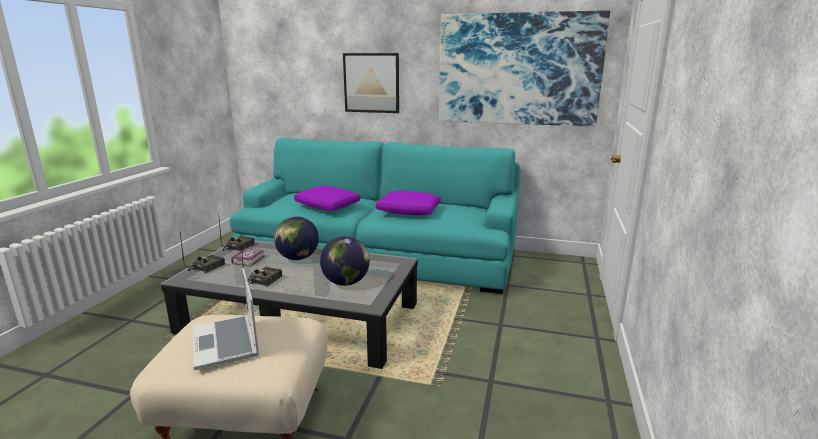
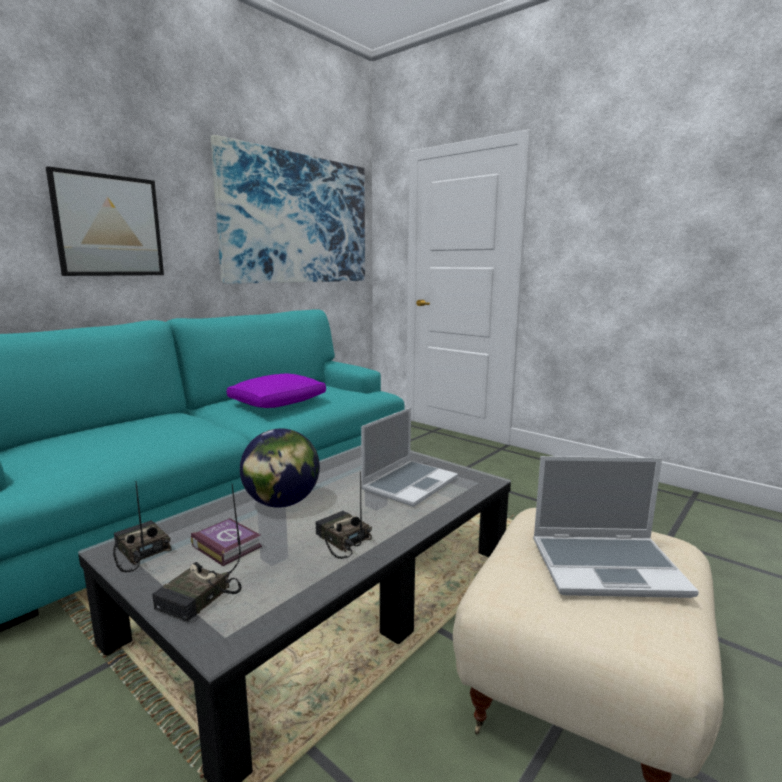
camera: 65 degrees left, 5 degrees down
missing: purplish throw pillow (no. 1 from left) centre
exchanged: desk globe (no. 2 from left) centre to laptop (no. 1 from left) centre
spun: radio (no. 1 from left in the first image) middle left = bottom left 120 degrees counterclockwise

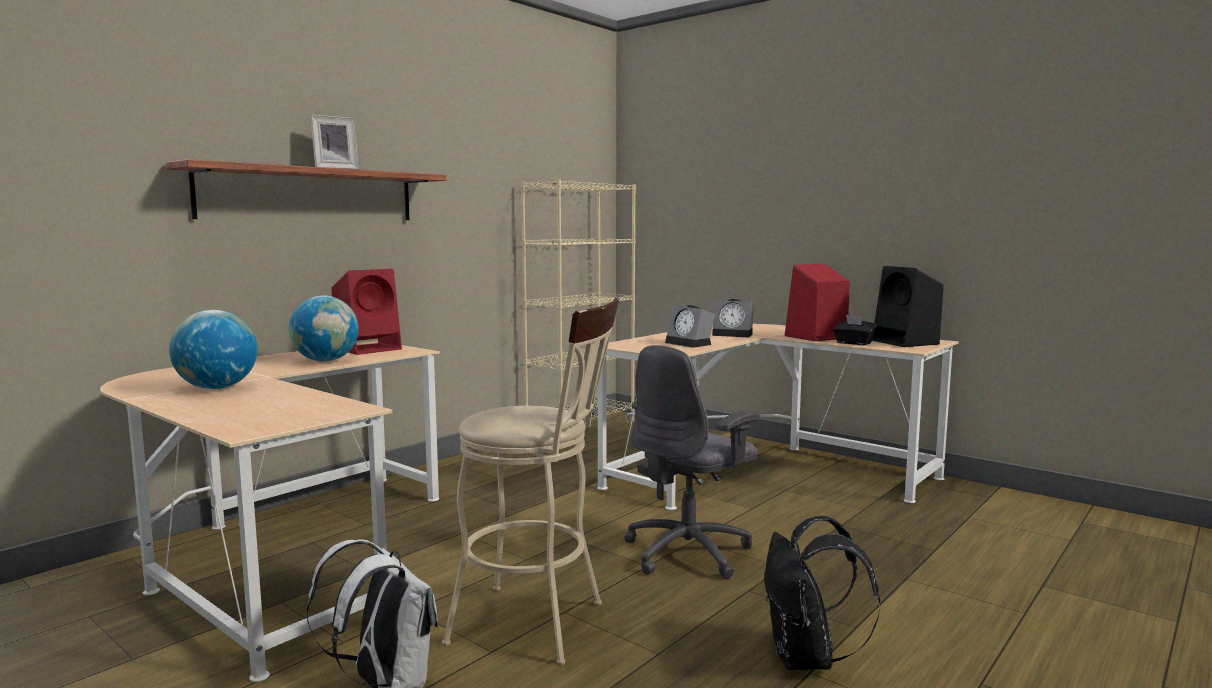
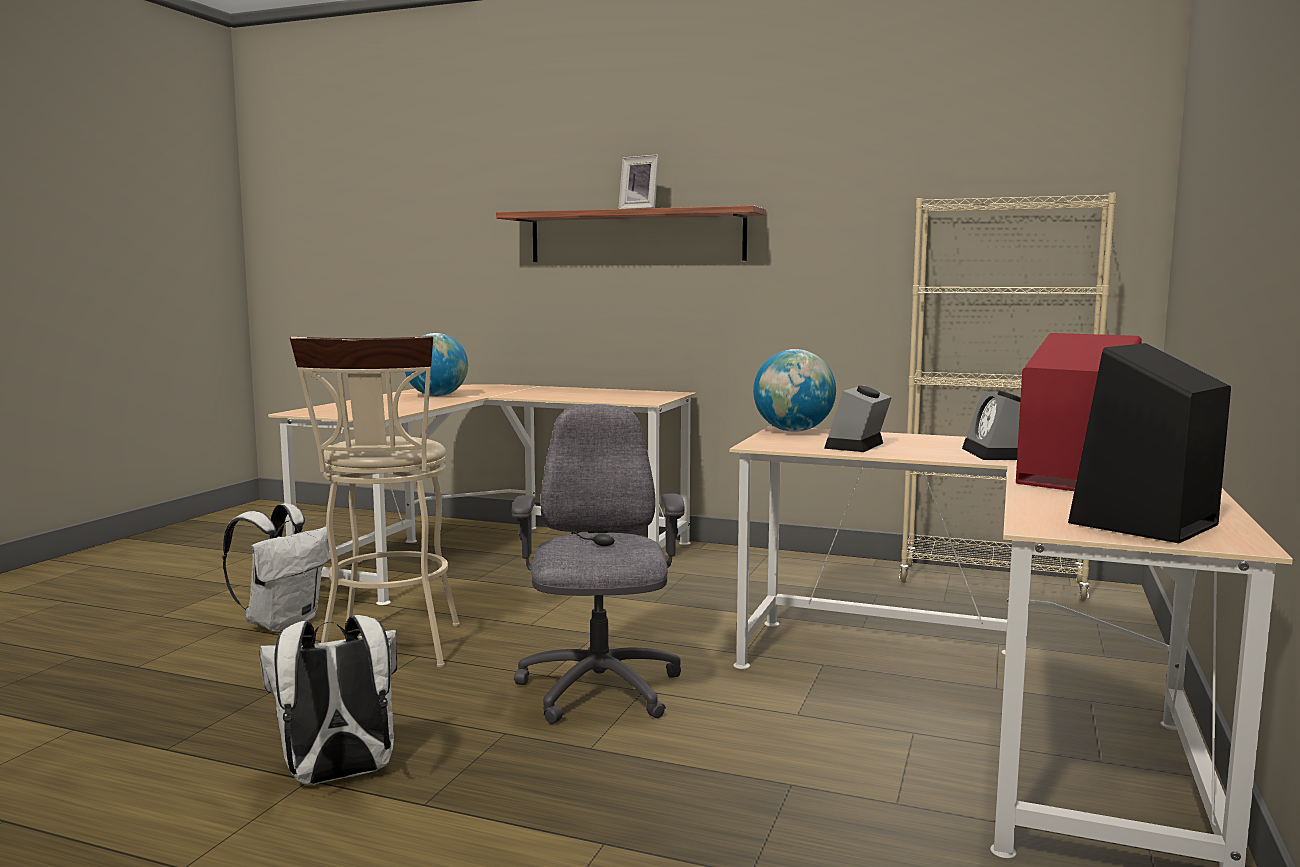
camera: 70 degrees right, 0 degrees up
missing: reddish loudspeaker (no. 1 from left) middle left; blackish box of tissues middle right
relocated: desk globe (no. 2 from left) middle left to centre
colour: blackish backpack bottom right to white backpack (no. 2 from left) bottom left
spun: gray office chair bottom centre = centre 60 degrees clockwise

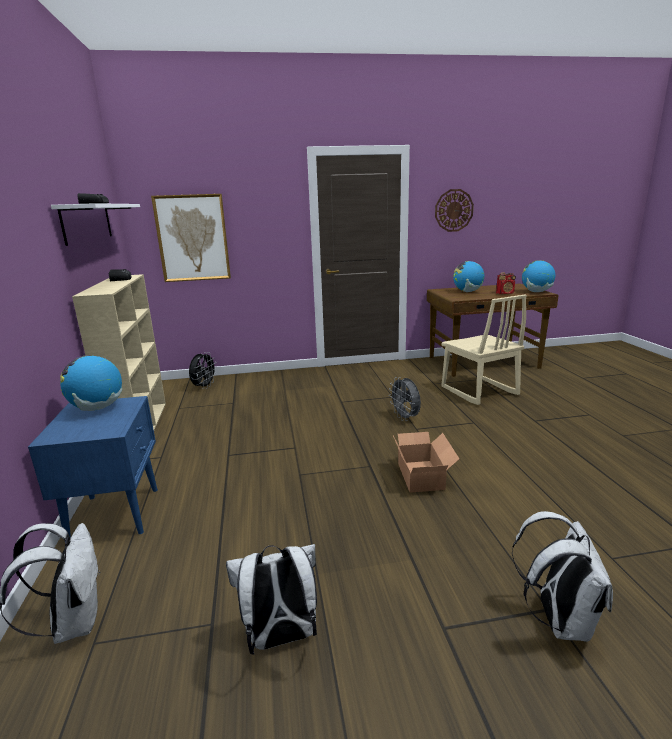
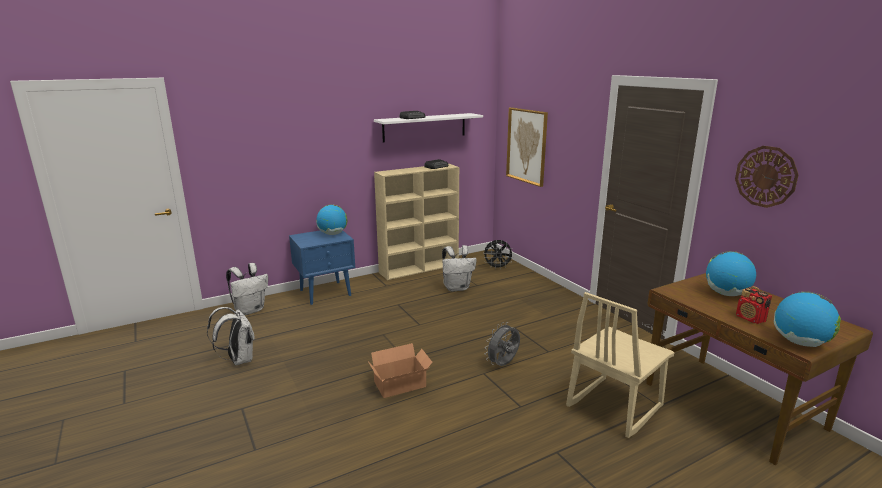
camera: 70 degrees right, 0 degrees up
relocated: white backpack (no. 3 from left) bottom right to centre

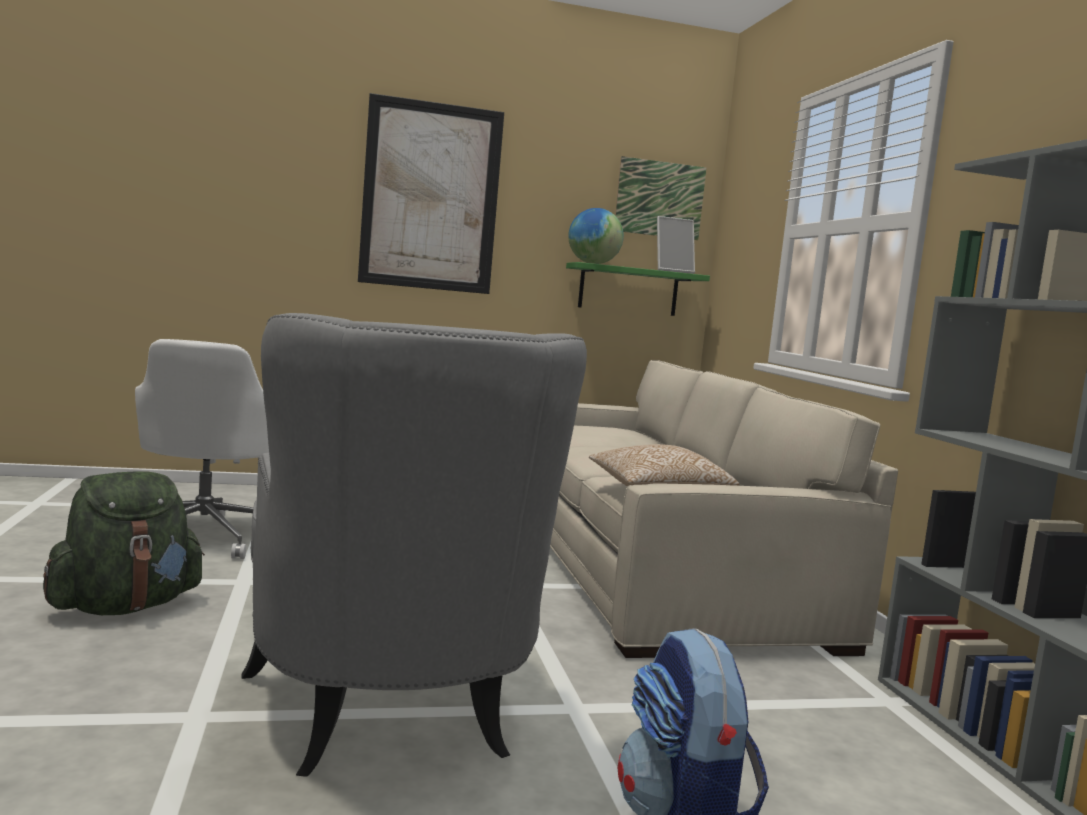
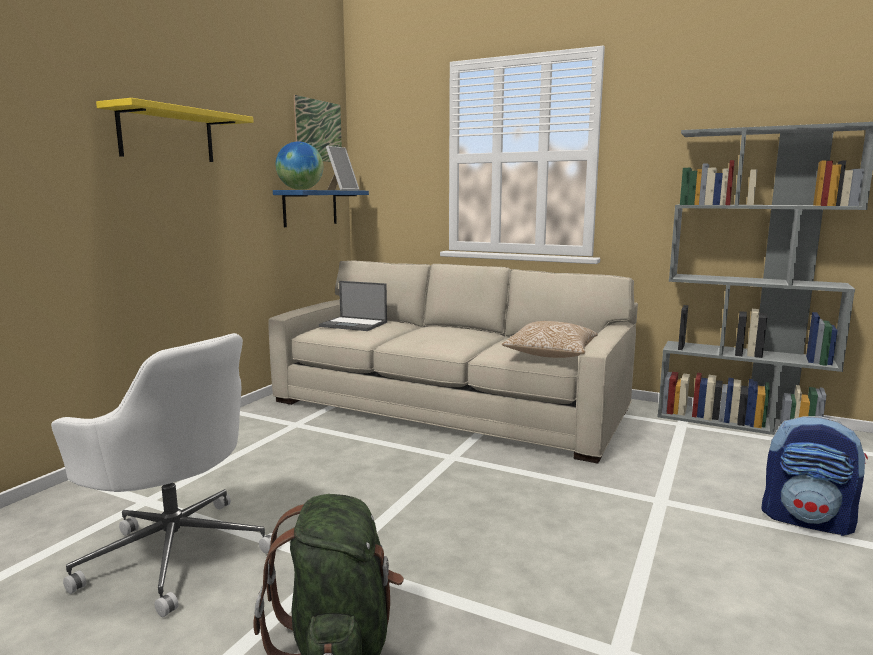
camera: 50 degrees left, 5 degrees up
missing: gray easy chair bottom centre
appeared: laptop centre
exchanged: wall picture (no. 1 from left) top centre to yellow bracket shelf top left
colour: green bracket shelf centre to bluish bracket shelf top centre

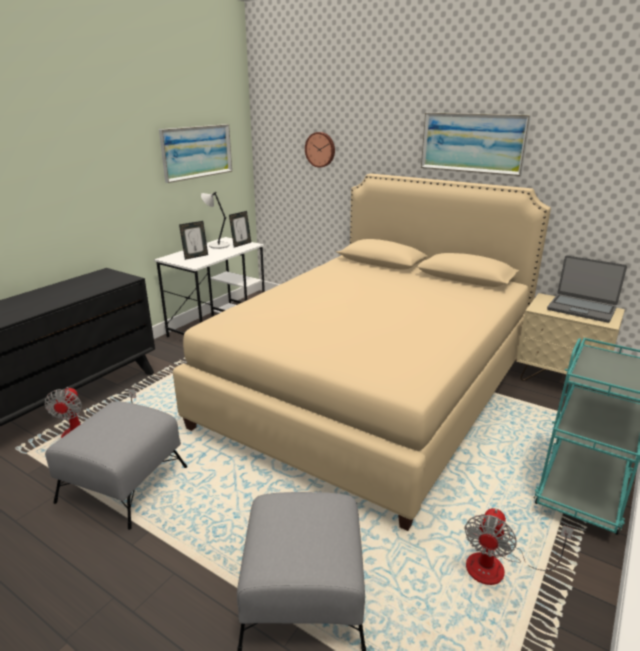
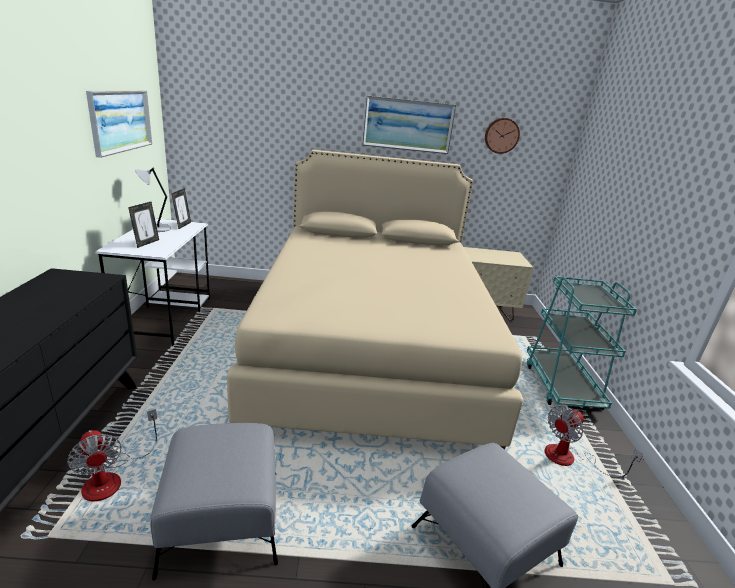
camera: 35 degrees left, 0 degrees up
missing: laptop middle right
relocated: wall clock top centre to top right
spun: cooling fan (no. 2 from left) bottom right = bottom right 60 degrees clockwise

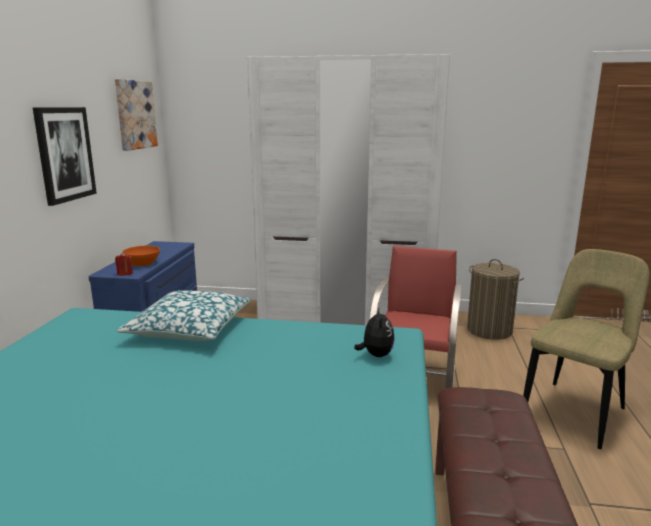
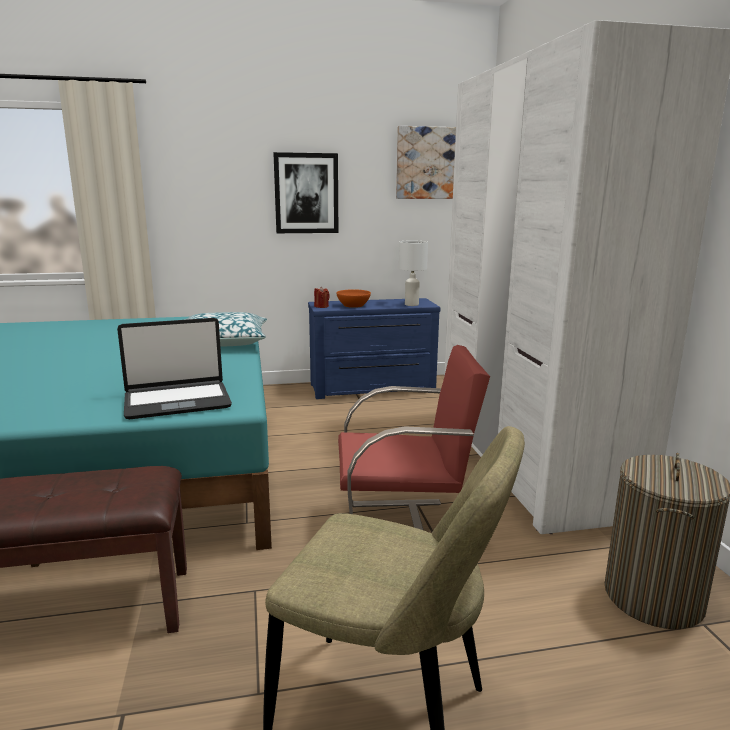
camera: 70 degrees right, 0 degrees up
appeared: white tabletop lamp centre
exchanged: soft toy centre to laptop middle left

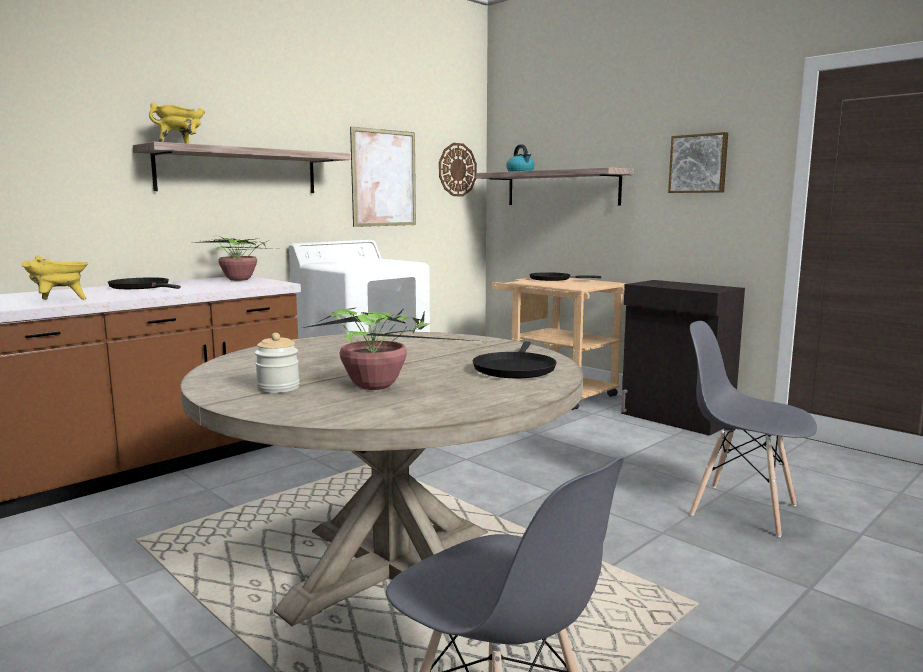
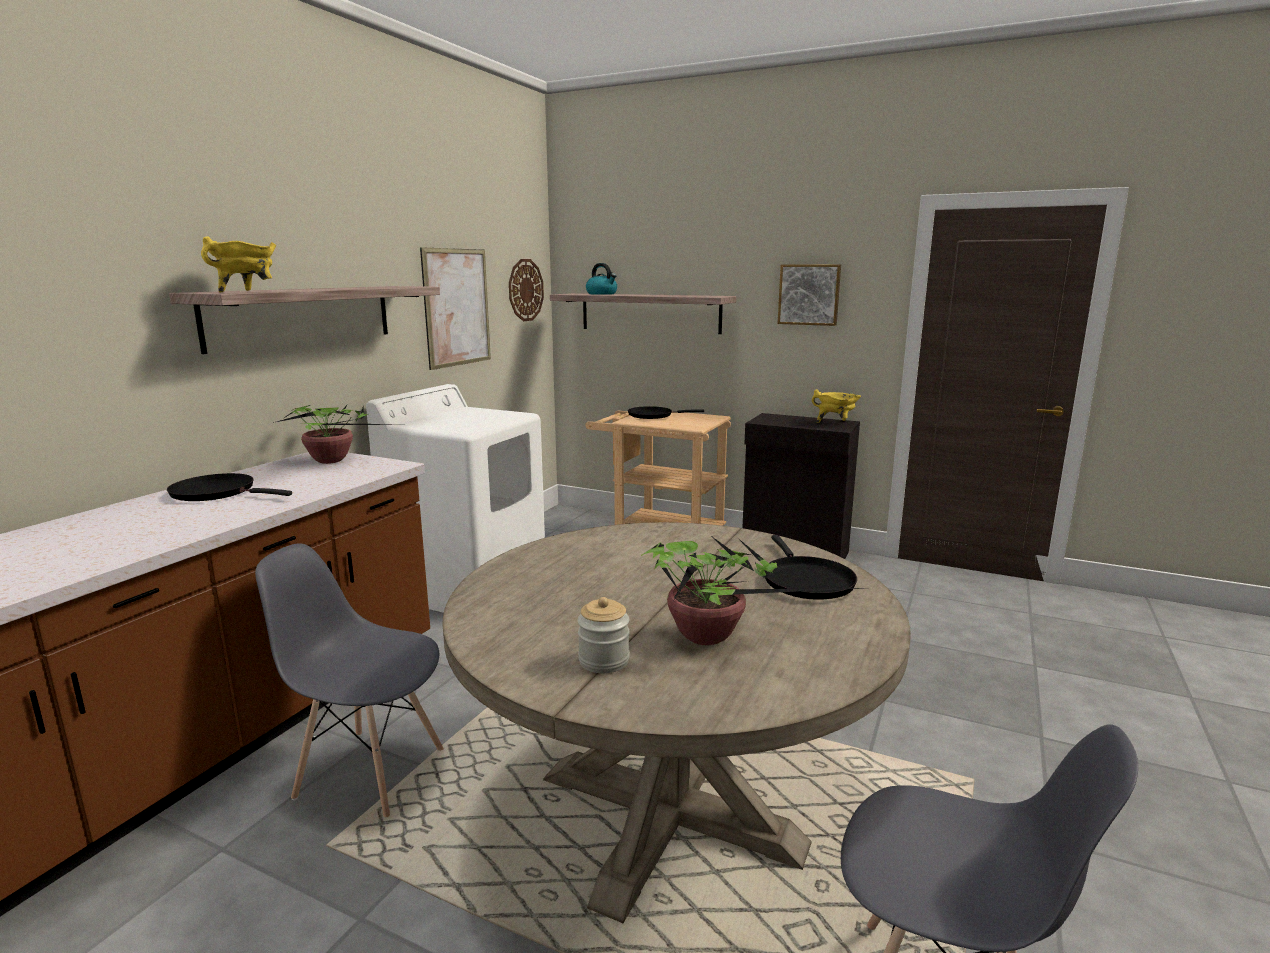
camera: 20 degrees left, 5 degrees up
relocated: yellow stockpot (no. 1 from left in the first image) middle left to yellow stockpot (no. 2 from left) centre; gray upright chair (no. 2 from left in the first image) middle right to gray upright chair (no. 1 from left) bottom left

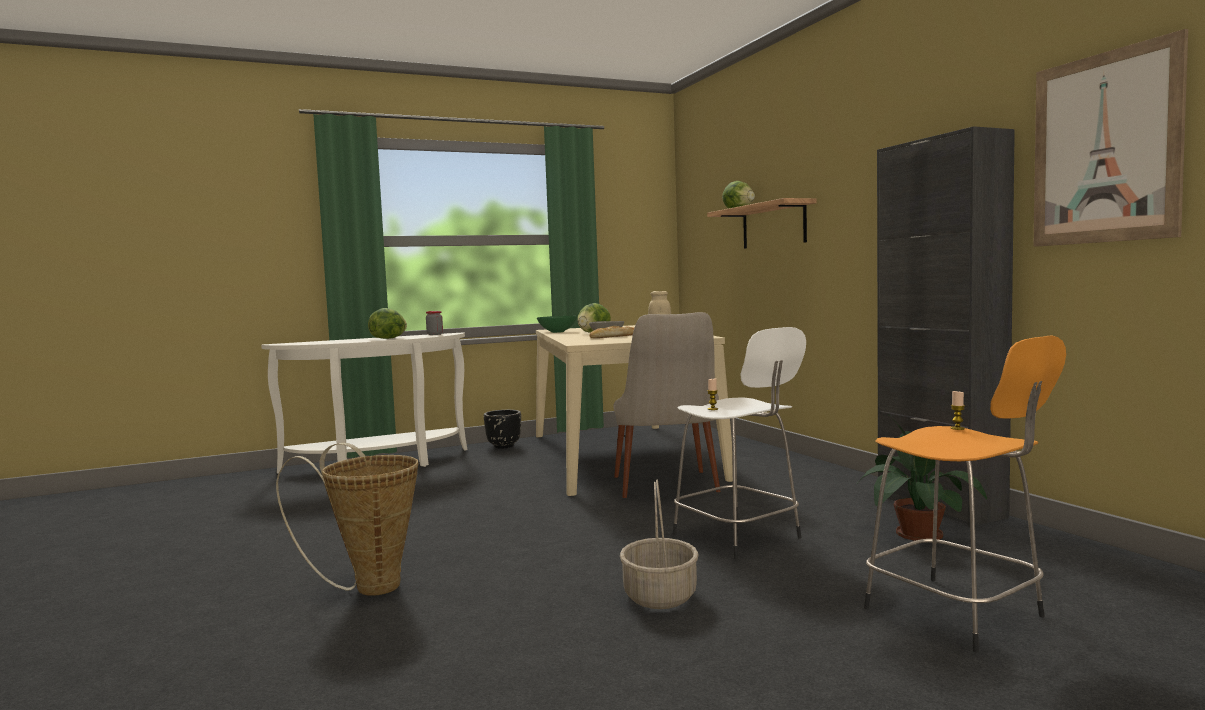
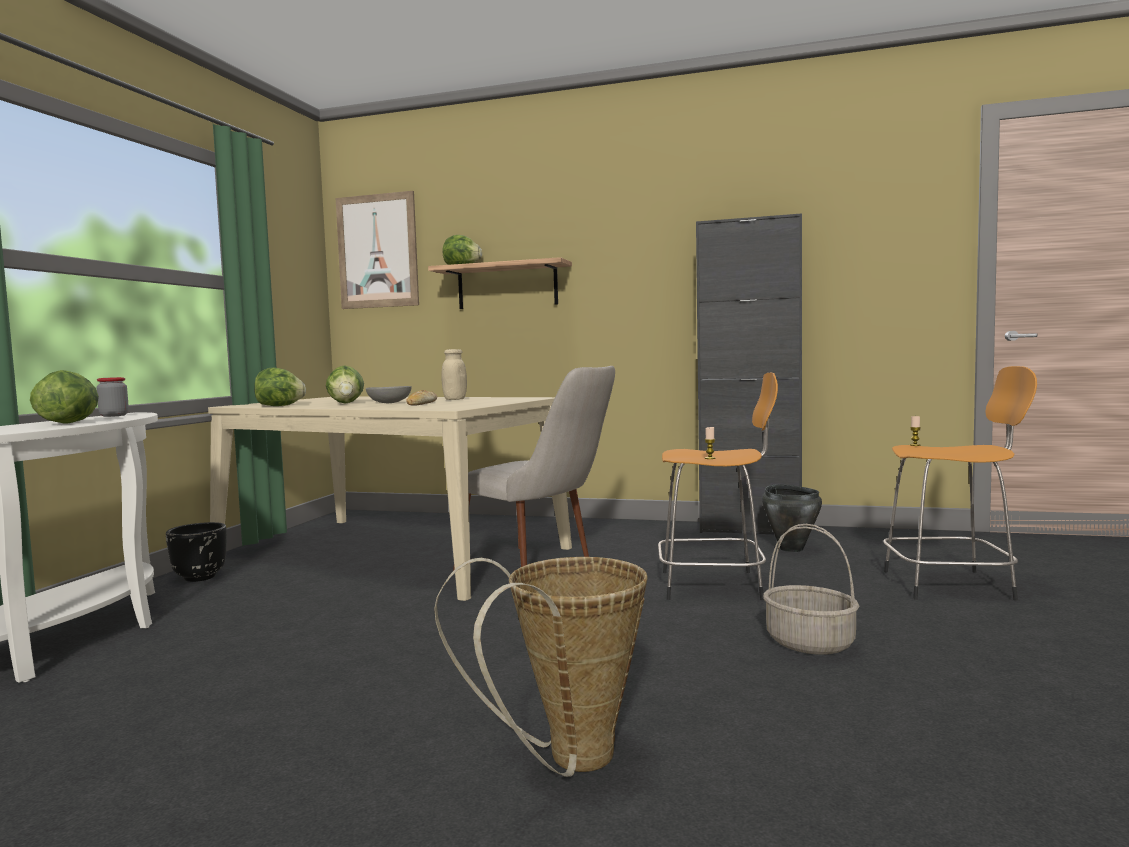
camera: 50 degrees left, 0 degrees up
relocated: wall picture top right to top centre
exchanged: green deep dish centre to lettuce head (no. 2 from left) middle left; potted plant bottom right to blackish stockpot middle right
colour: white sitting stool centre to orangey sitting stool (no. 1 from left) centre

